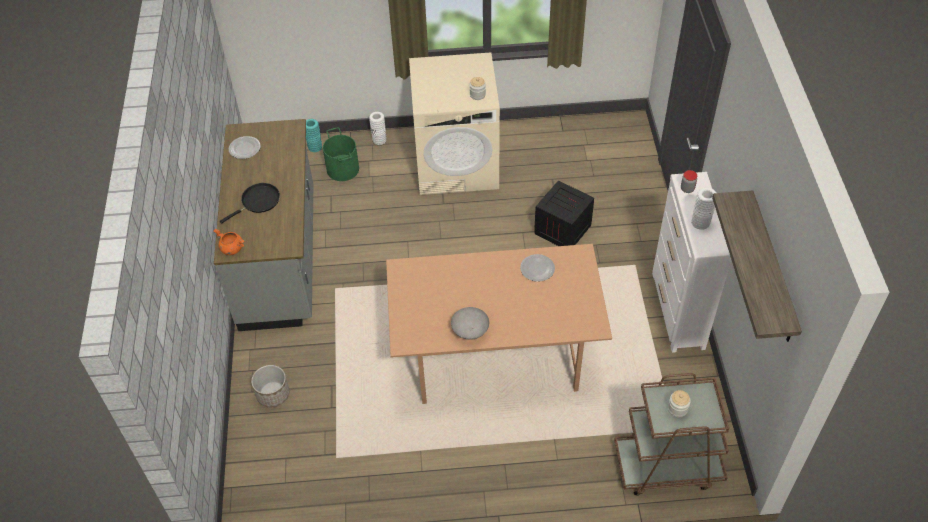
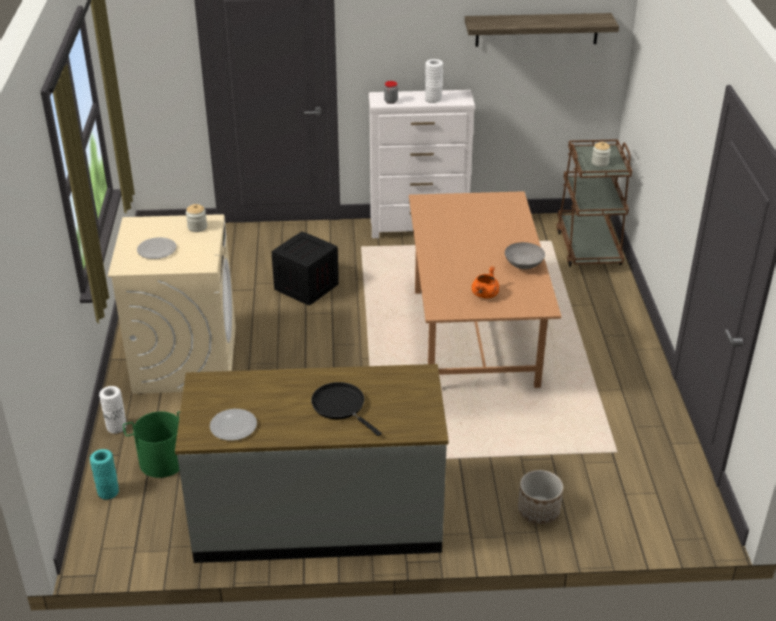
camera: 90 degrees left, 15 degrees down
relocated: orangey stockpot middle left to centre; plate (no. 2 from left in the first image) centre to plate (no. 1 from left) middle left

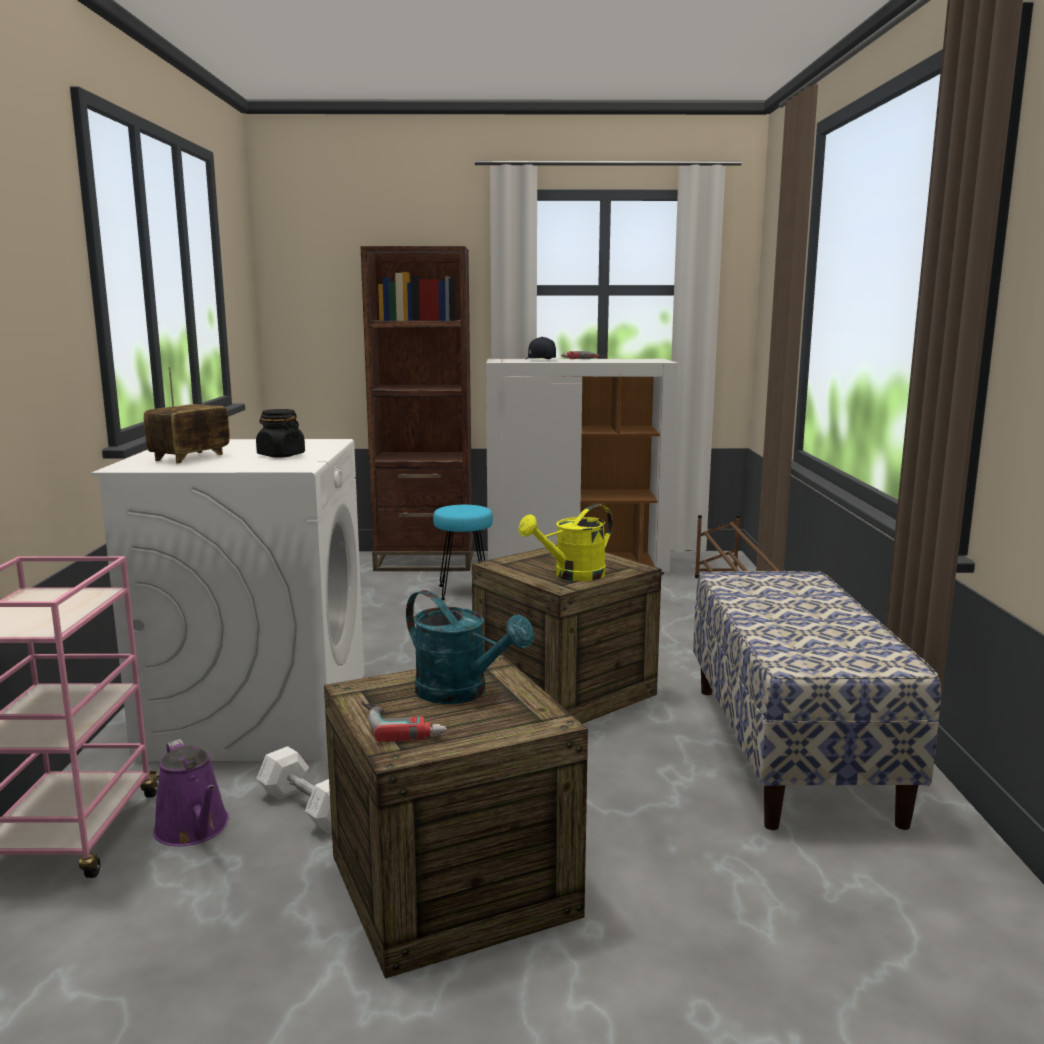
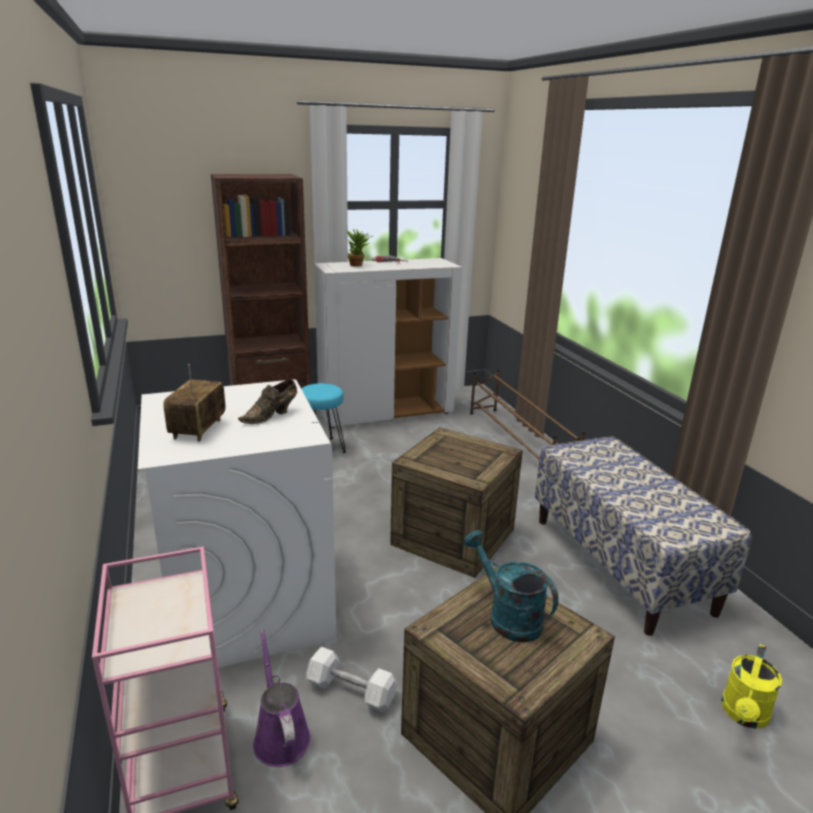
camera: 20 degrees left, 10 degrees up
missing: drill (no. 1 from left) bottom centre
relocated: yellow sprinkling can centre to bottom right
exchanged: blackish storage jar middle left to brown item of footwear middle left; blackish peaked cap centre to potted plant top centre
spun: purplish sprinkling can bottom left = bottom centre 150 degrees counterclockwise; turquoise sprinkling can centre = bottom centre 150 degrees counterclockwise

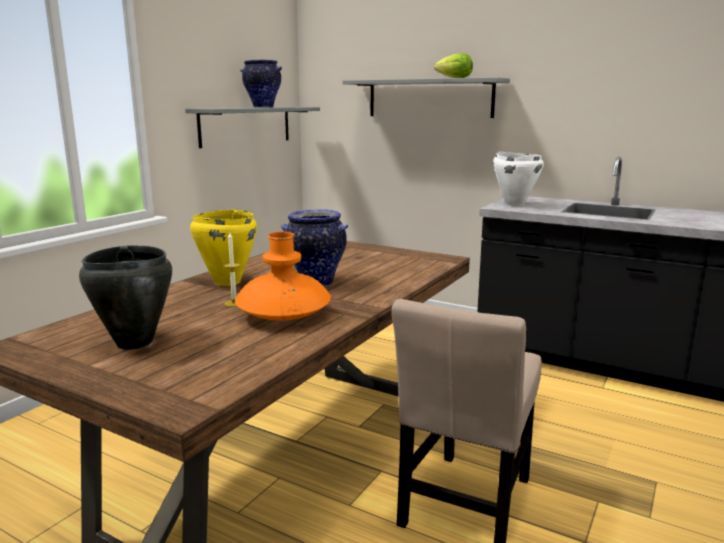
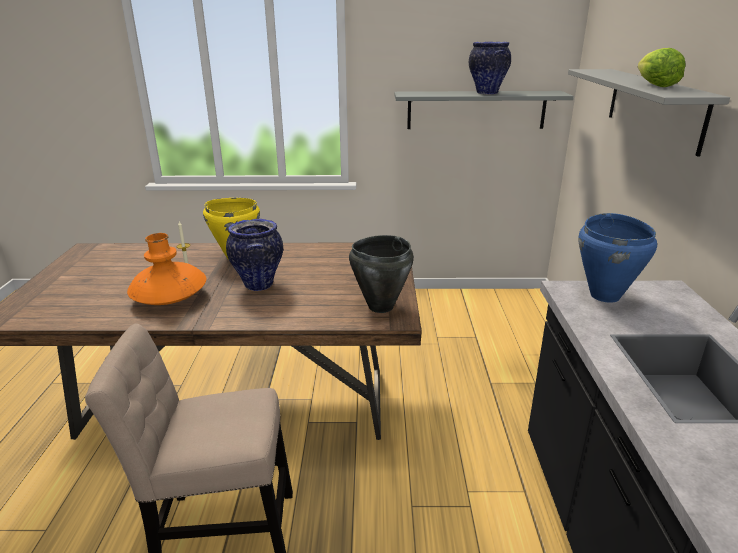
camera: 60 degrees right, 10 degrees up
relocated: blackish stockpot middle left to centre
colour: white stockpot top right to bluish stockpot middle right

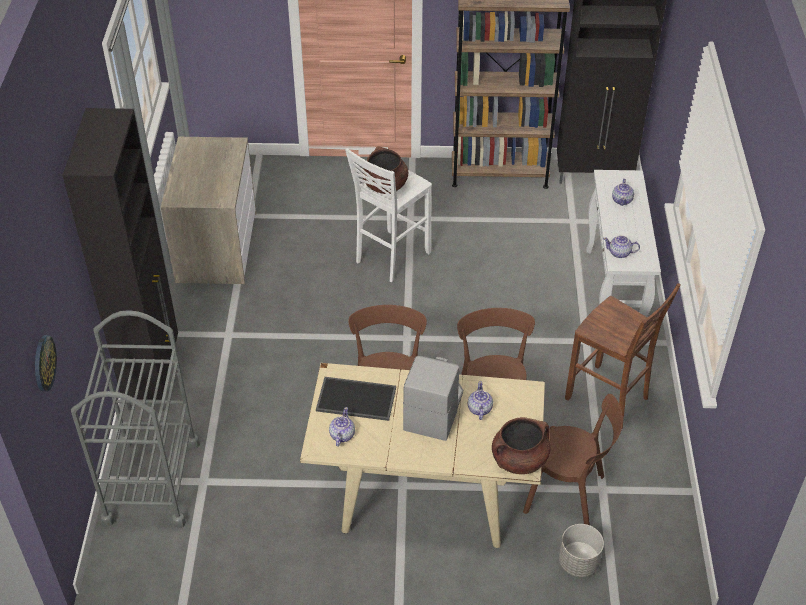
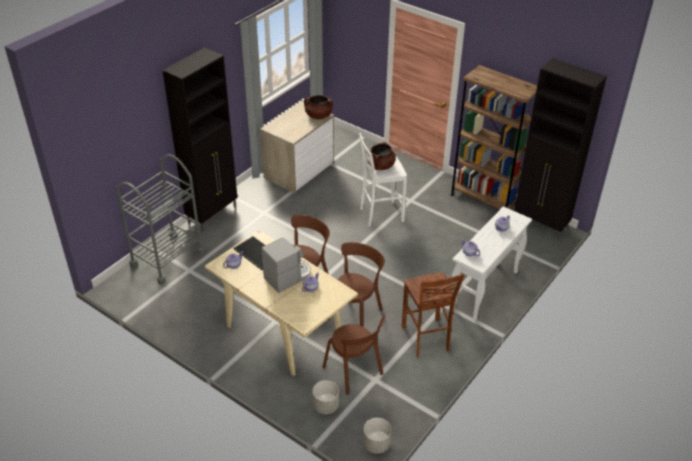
camera: 35 degrees right, 5 degrees down
missing: wall clock middle left
appeared: gray plant pot (no. 2 from left) bottom centre
relocated: brown stockpot (no. 2 from left in the first image) bottom centre to brown stockpot (no. 1 from left) top centre

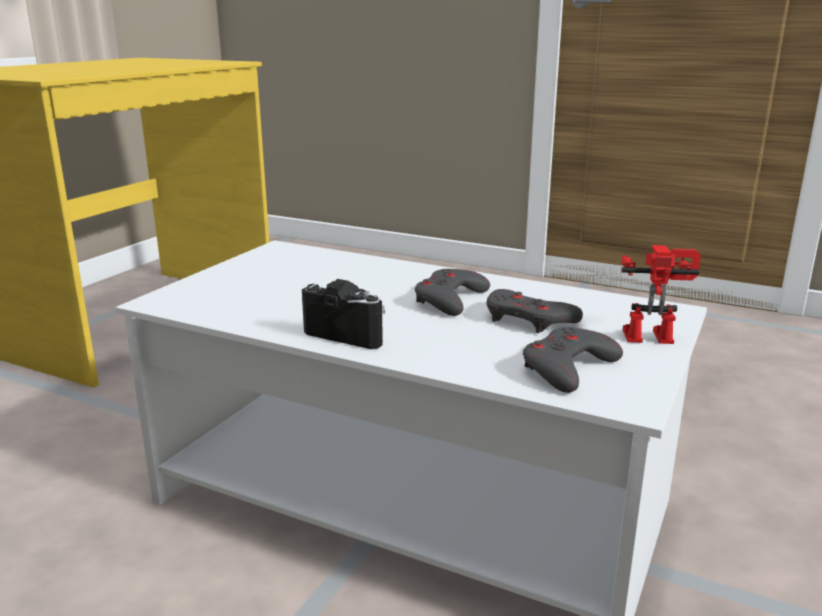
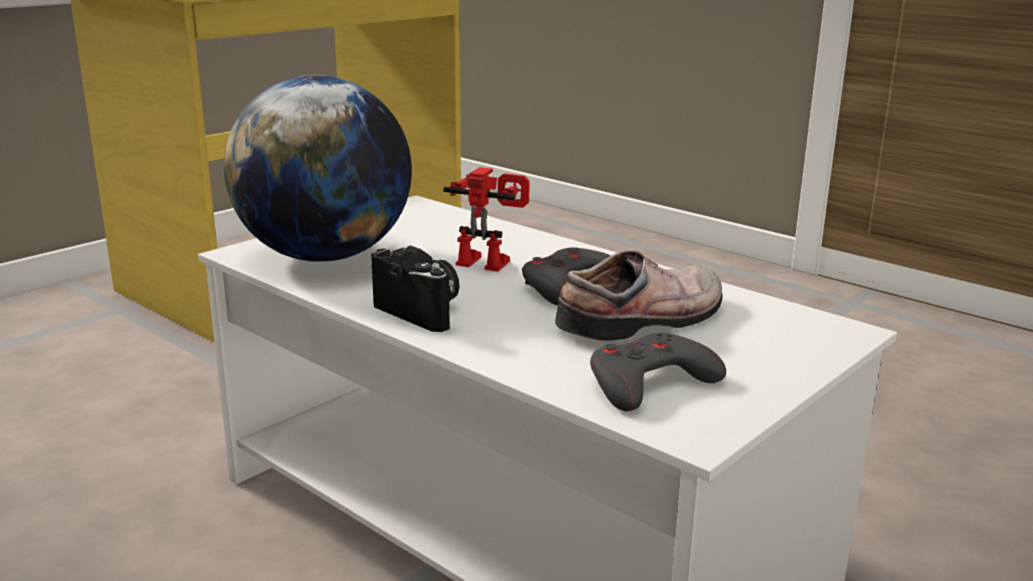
camera: 15 degrees right, 0 degrees up
appeared: desk globe top left
relocated: robot figure middle right to centre
exchanged: gray gamepad (no. 2 from left) centre to item of footwear centre

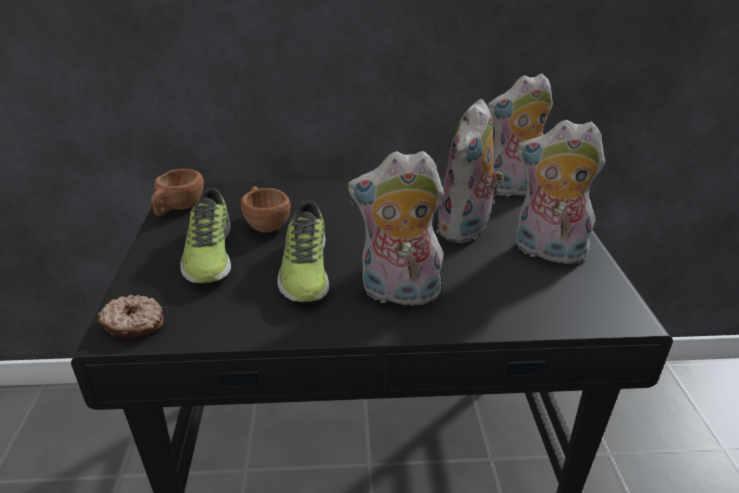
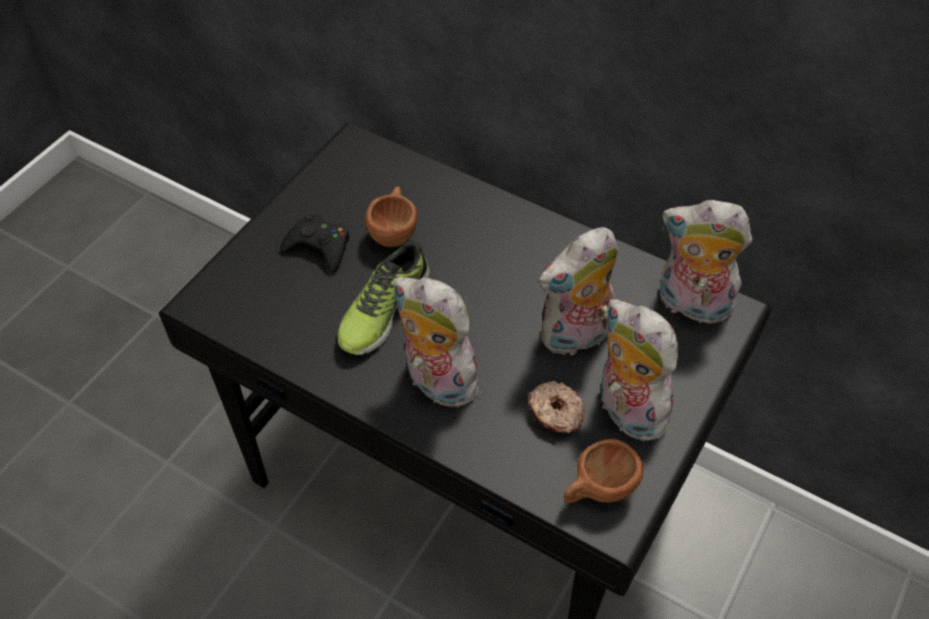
camera: 35 degrees right, 20 degrees up
relocated: donut middle left to centre; brown drinking cup (no. 1 from left in the first image) middle left to brown drinking cup (no. 2 from left) bottom centre
exchanged: item of footwear (no. 1 from left) middle left to blackish gamepad centre

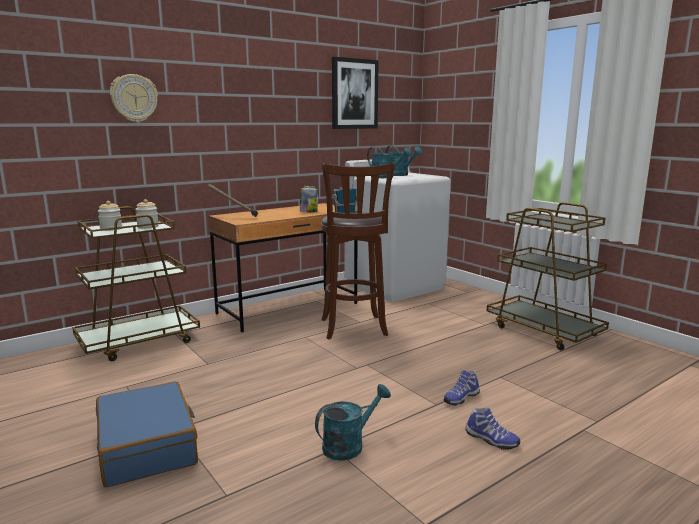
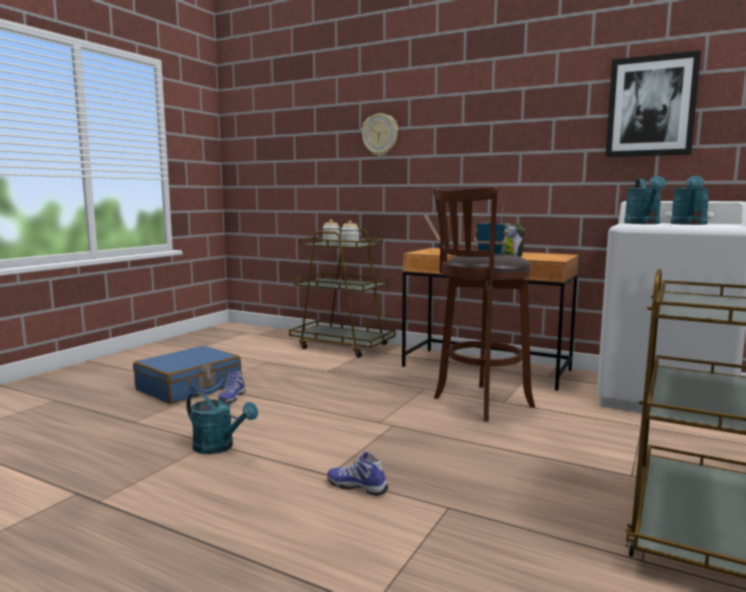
camera: 65 degrees right, 5 degrees down
relocated: item of footwear (no. 2 from left in the first image) bottom right to item of footwear (no. 1 from left) middle left

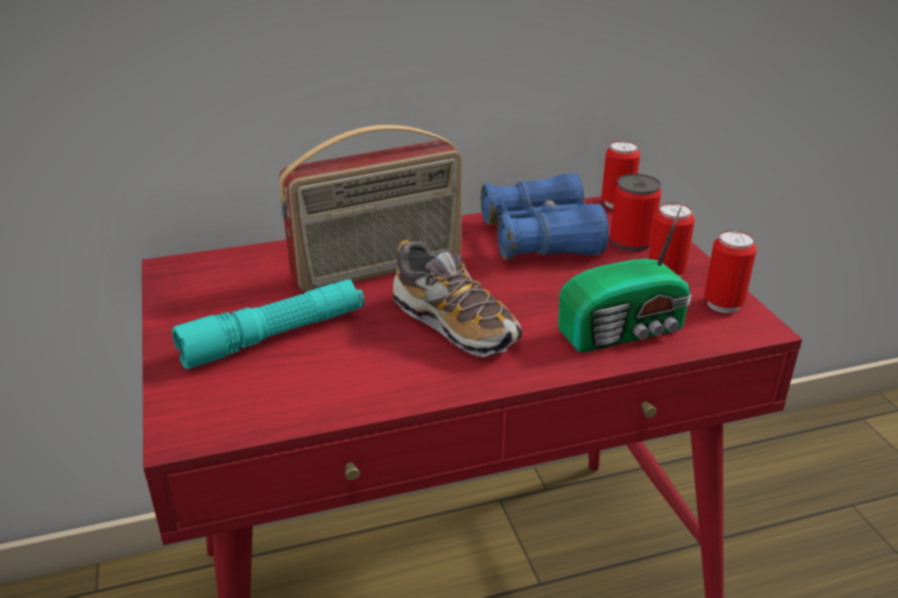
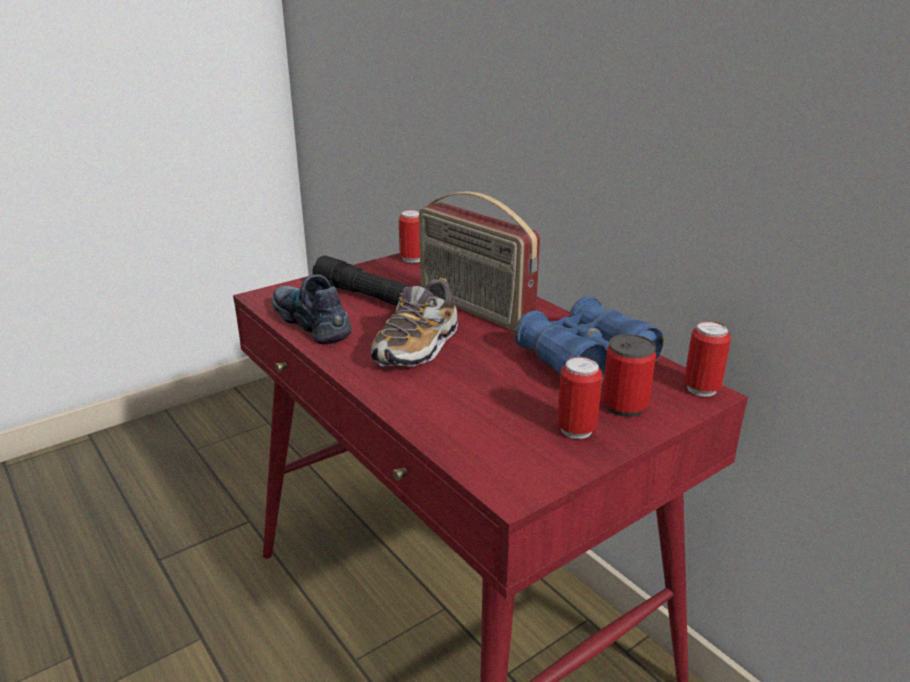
camera: 70 degrees right, 5 degrees down
missing: radio (no. 2 from left) middle right
appeared: item of footwear (no. 1 from left) centre
relocated: sealed can (no. 4 from left in the first image) middle right to sealed can (no. 1 from left) centre
colour: turquoise torch middle left to blackish torch centre

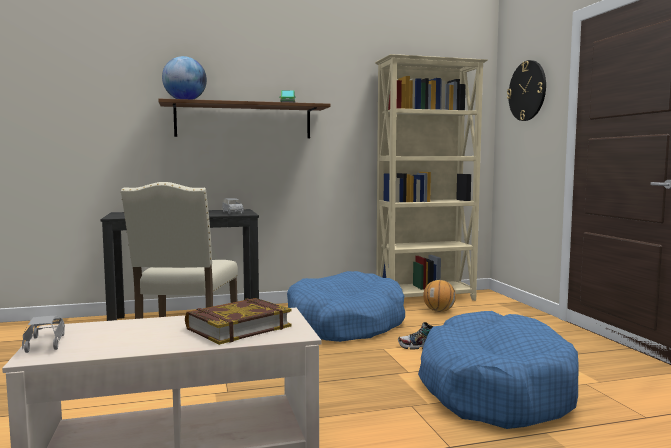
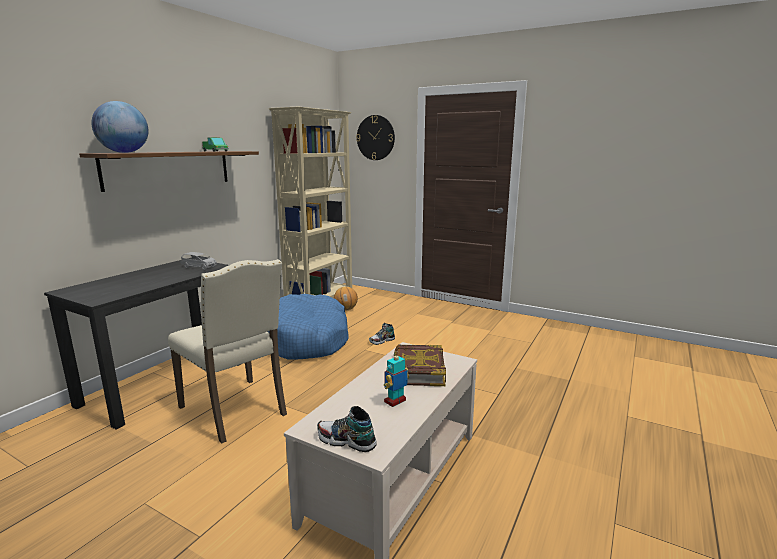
camera: 45 degrees left, 10 degrees up
missing: bluish dog cushion (no. 2 from left) bottom right
appeared: robot figure bottom centre
exchanged: gray toy car (no. 1 from left) bottom left to item of footwear (no. 1 from left) bottom centre

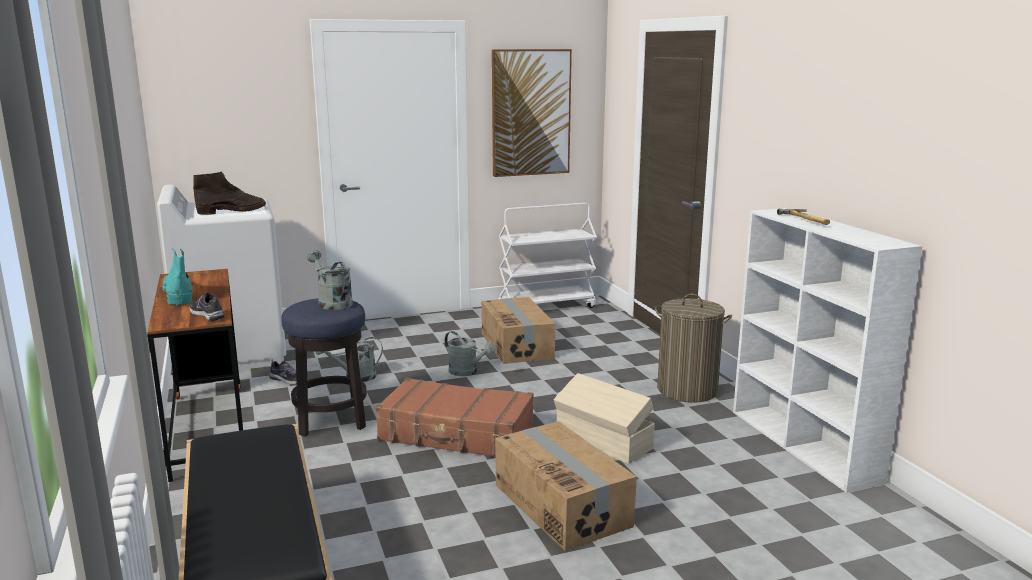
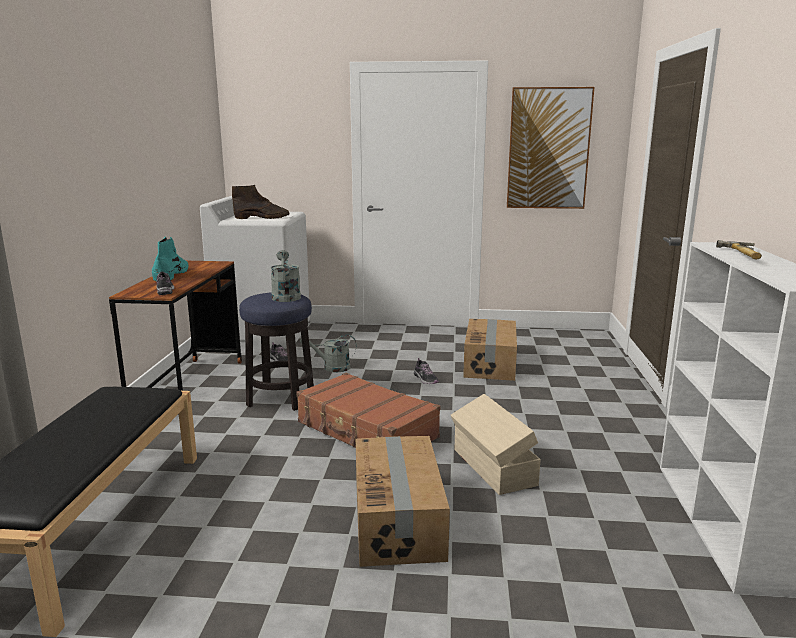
camera: 25 degrees right, 0 degrees up
missing: white wheeled cart centre; hamper middle right
exchanged: gray sprinkling can (no. 3 from left) centre to item of footwear (no. 3 from left) centre

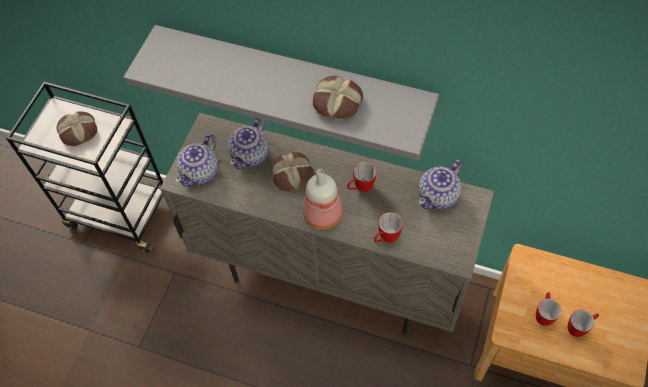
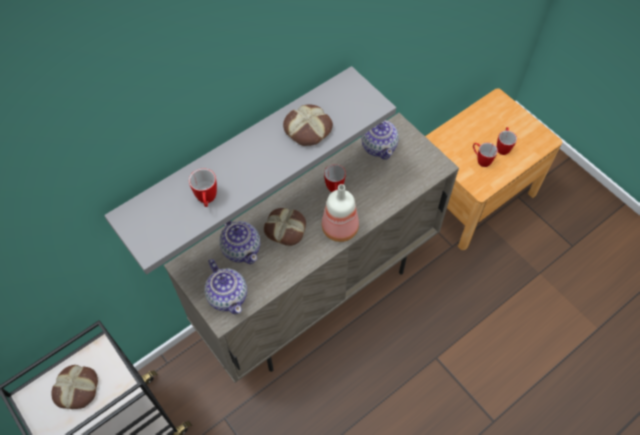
camera: 60 degrees left, 0 degrees up
relocated: tea mug (no. 2 from left in the first image) centre to tea mug (no. 1 from left) middle left

